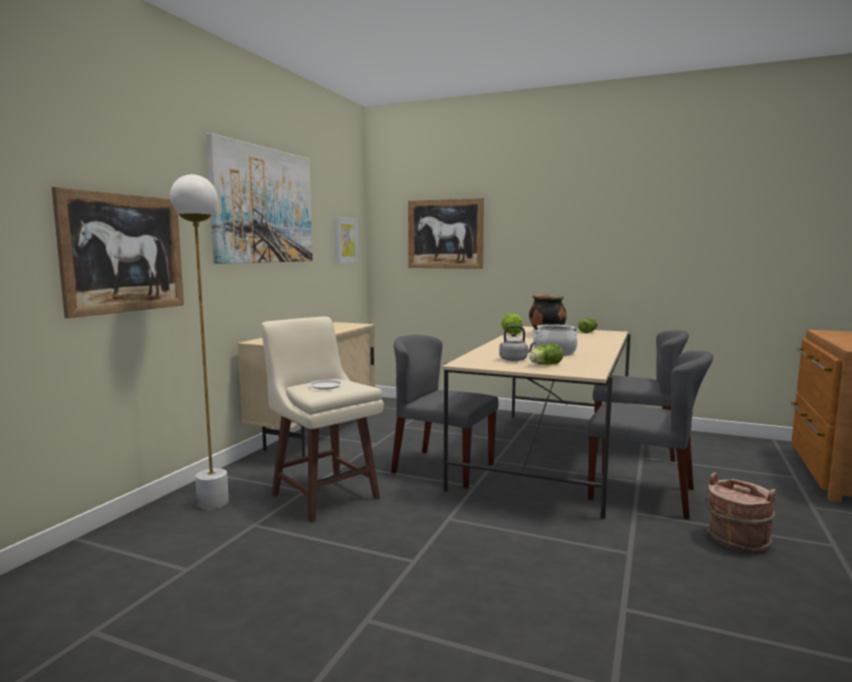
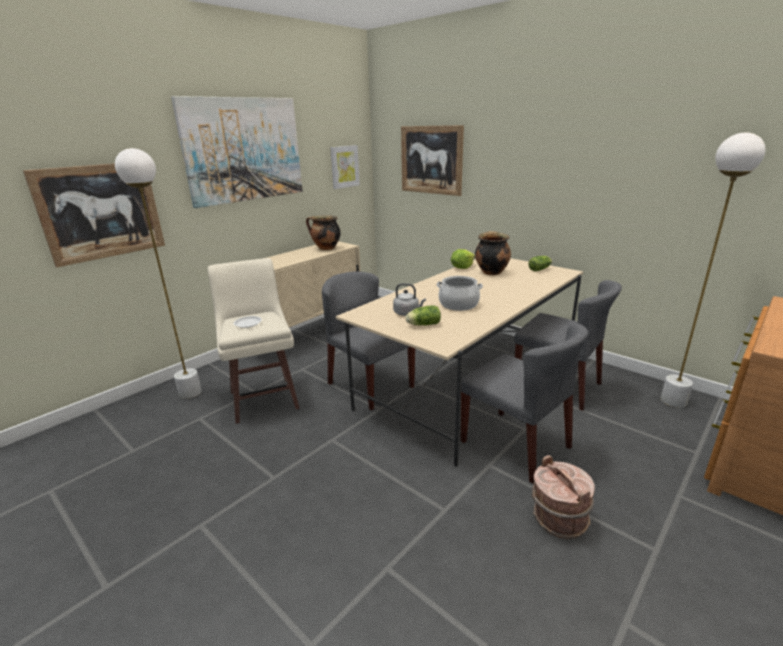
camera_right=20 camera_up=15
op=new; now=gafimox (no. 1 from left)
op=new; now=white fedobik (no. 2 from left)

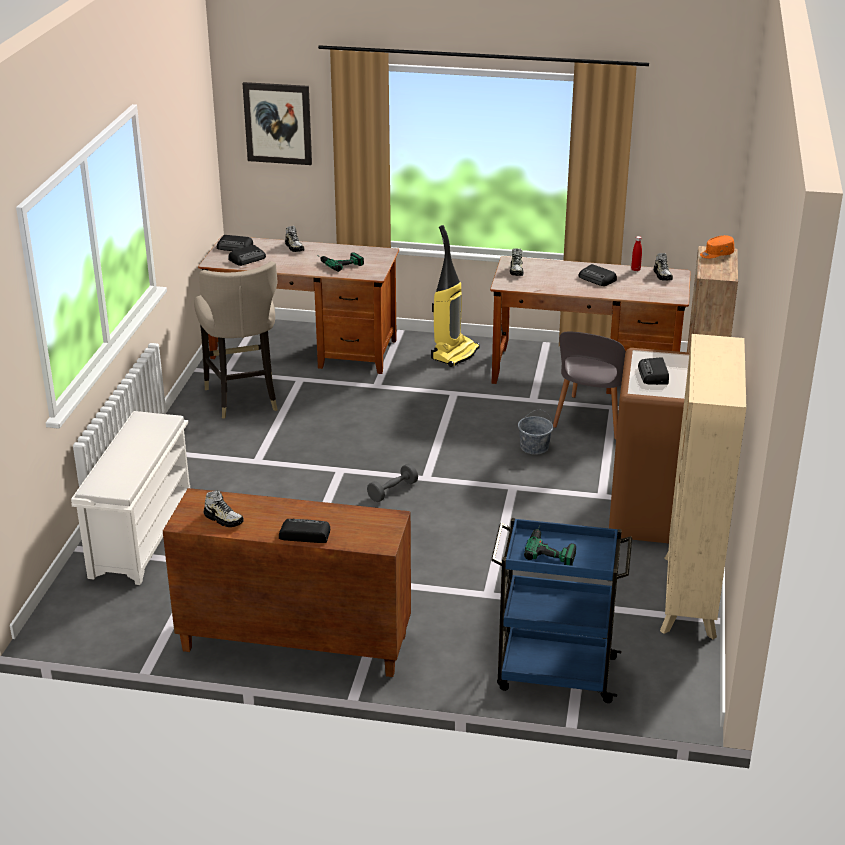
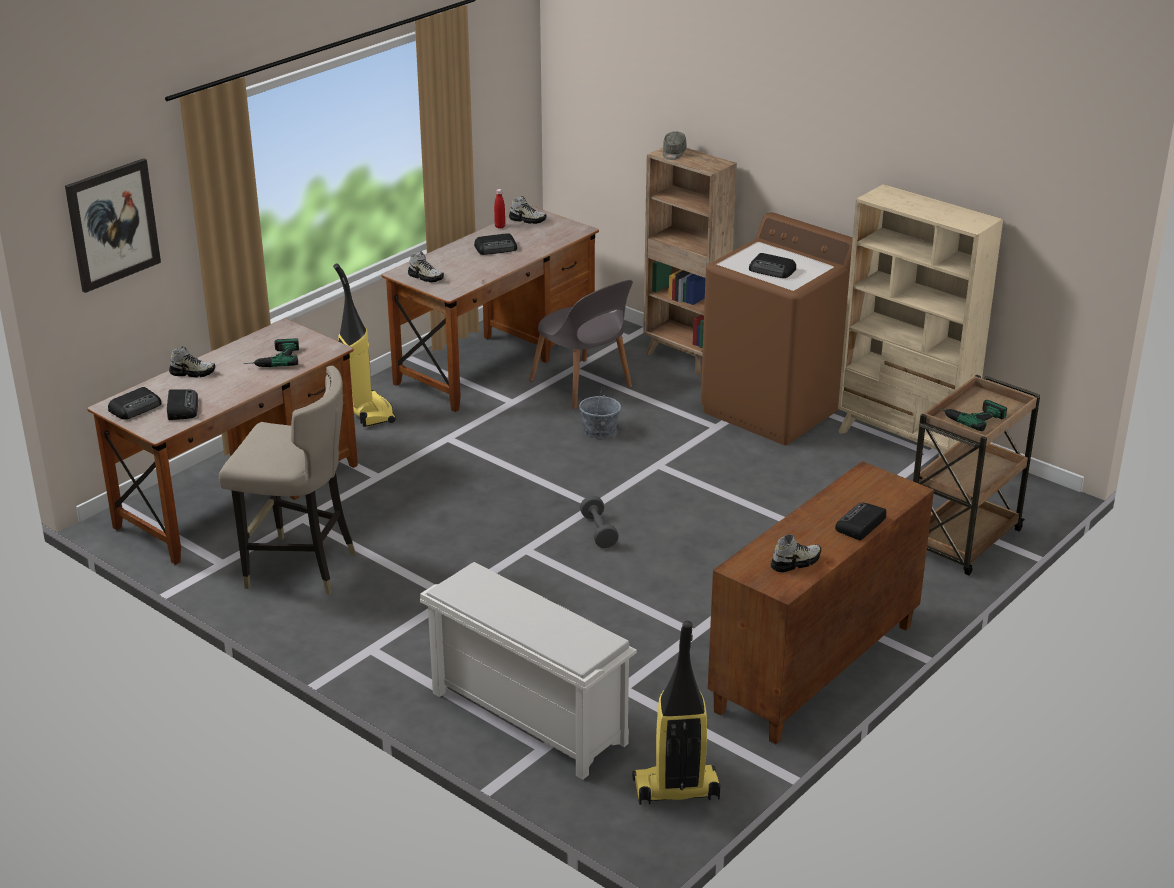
camera_right=-60 camera_up=0
op=repainted; was=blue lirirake; now=brown lirirake
op=repainted; was=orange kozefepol; now=grey kozefepol
op=new; now=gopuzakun (no. 2 from left)

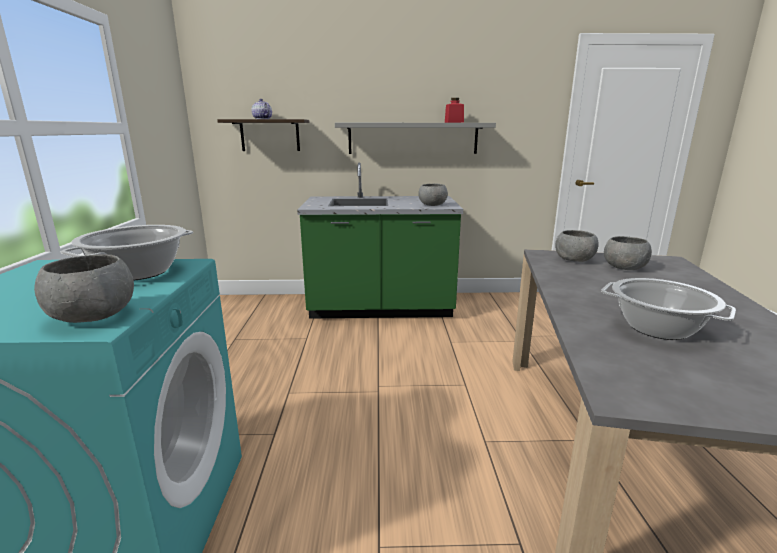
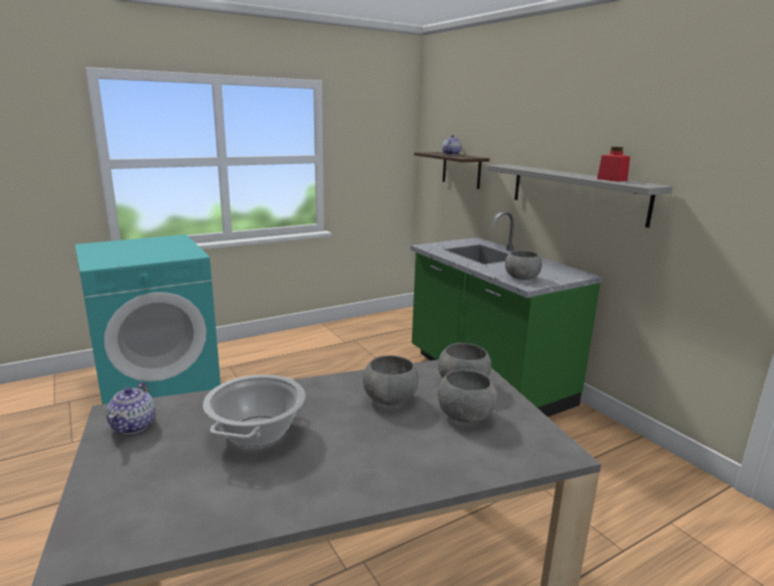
camera_right=60 camera_up=0
op=shifted; was=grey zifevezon (no. 1 from left)
op=gone; was=gafimox (no. 1 from left)
op=new; now=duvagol (no. 1 from left)

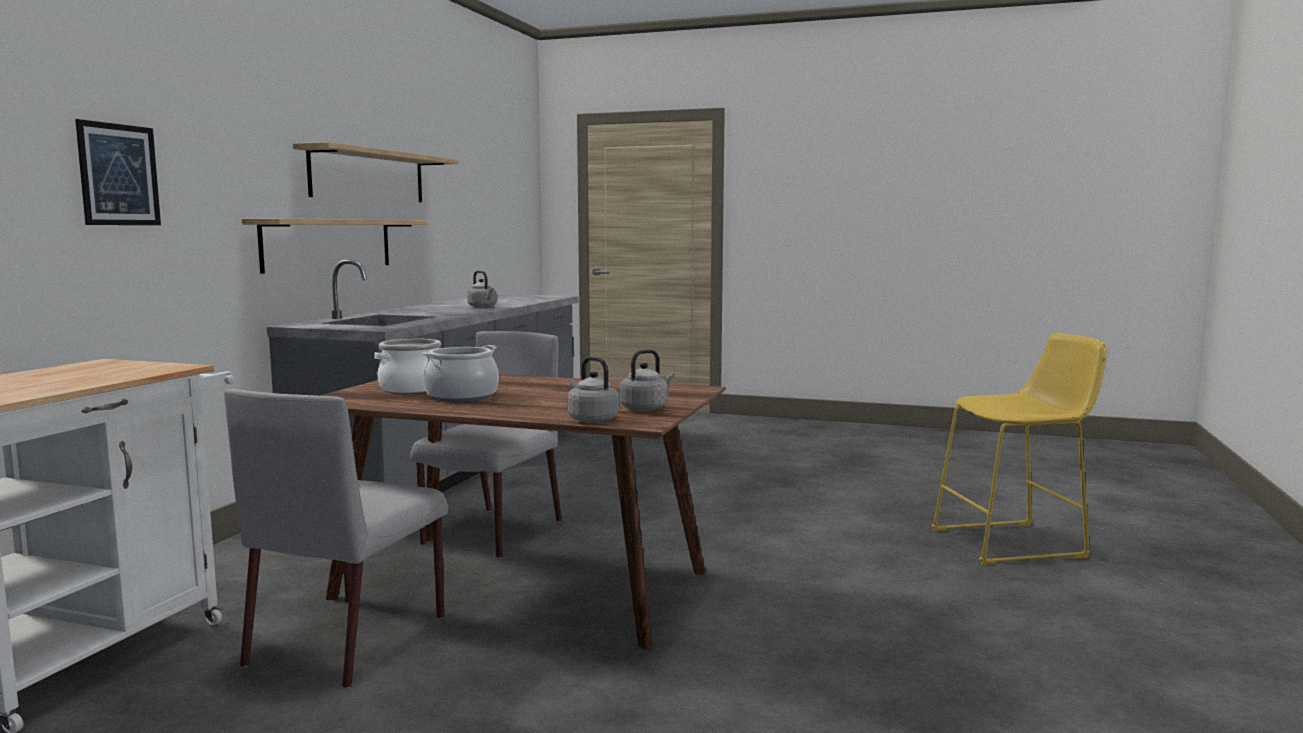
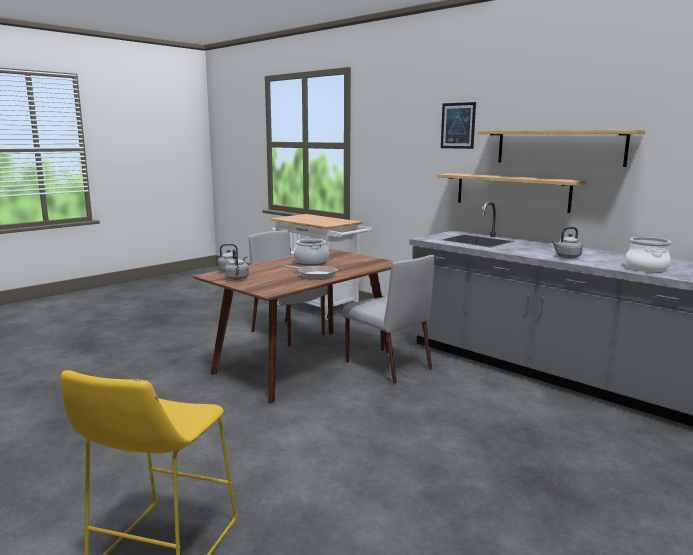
camera_right=115 camera_up=5
op=shifted; was=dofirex
op=shifted; was=gafimox (no. 1 from left in the first image); now=gafimox (no. 2 from left)
op=new; now=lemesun

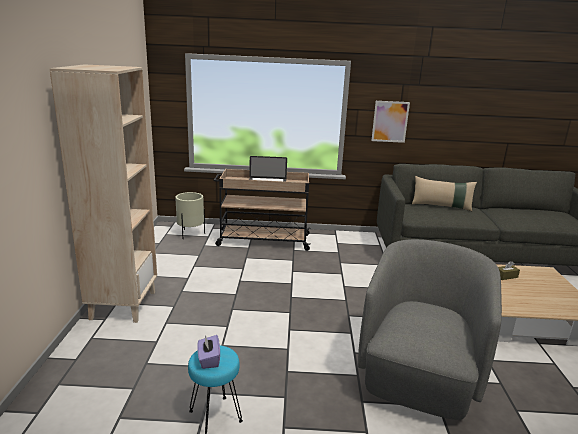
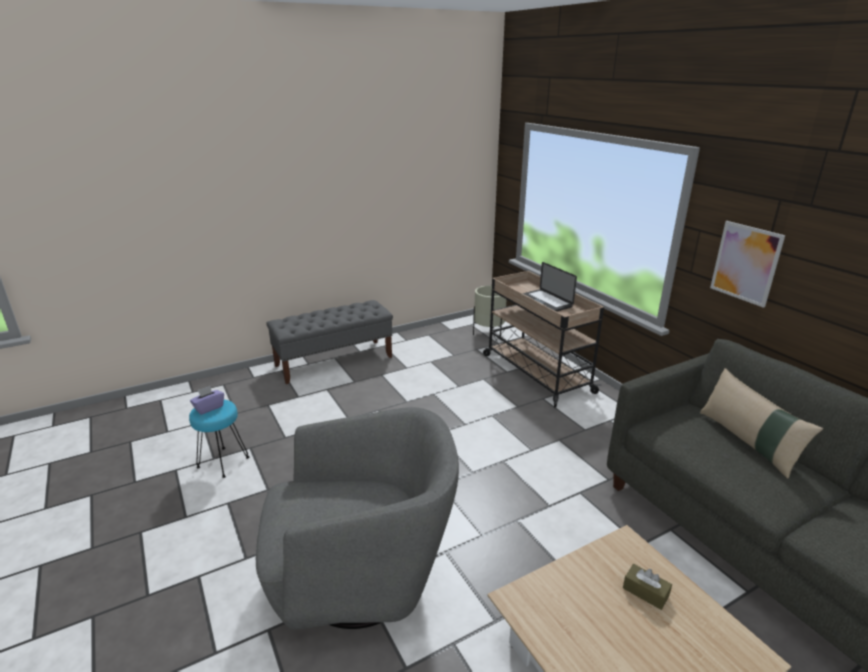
camera_right=60 camera_up=5
op=swapped; was=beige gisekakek; now=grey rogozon

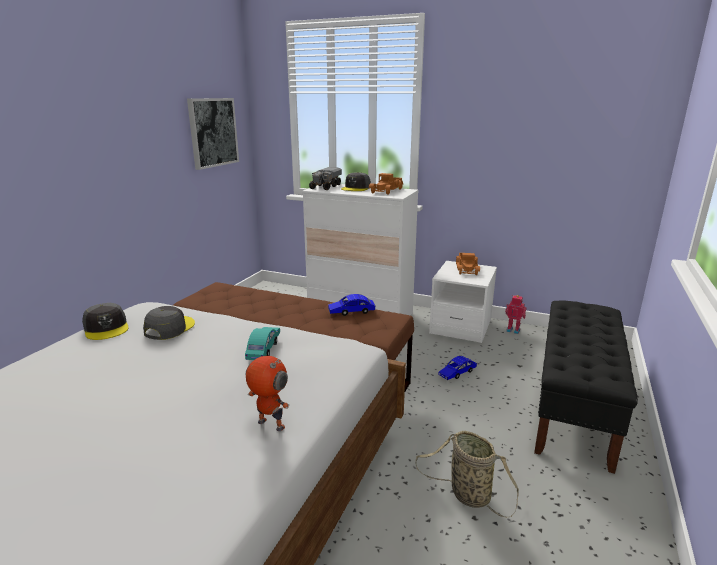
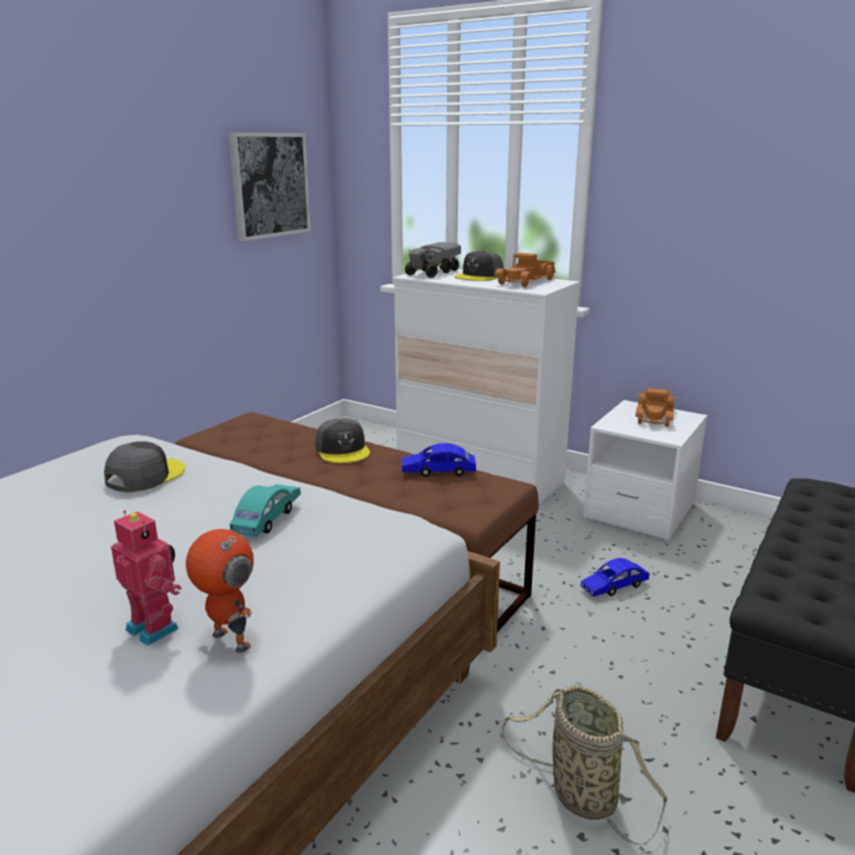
camera_right=10 camera_up=0
op=shifted; was=grey kozefepol (no. 1 from left in the first image); now=grey kozefepol (no. 2 from left)
op=shifted; was=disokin (no. 2 from left in the first image); now=disokin (no. 1 from left)

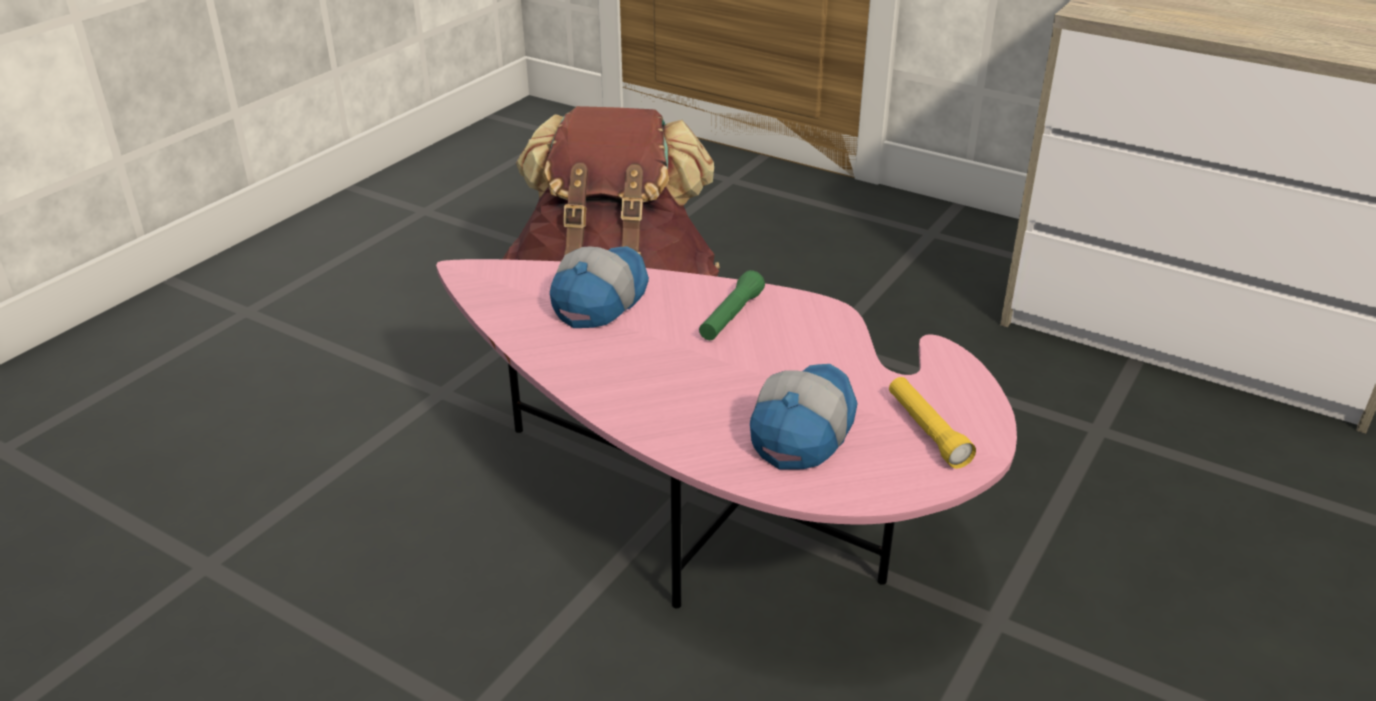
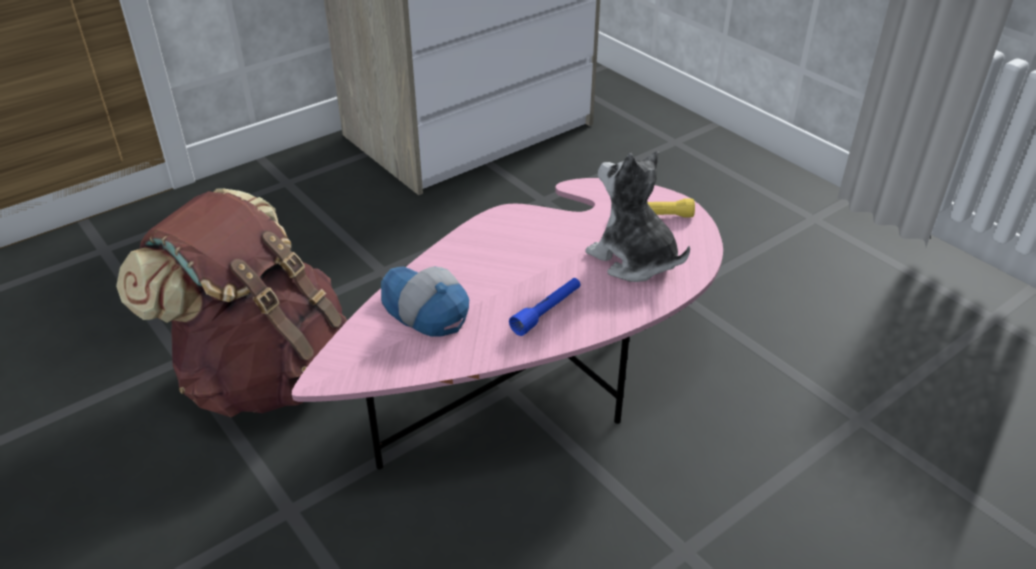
camera_right=-70 camera_up=5
op=gone; was=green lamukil
op=swapped; was=kozefepol (no. 2 from left); now=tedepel
op=new; now=blue lamukil

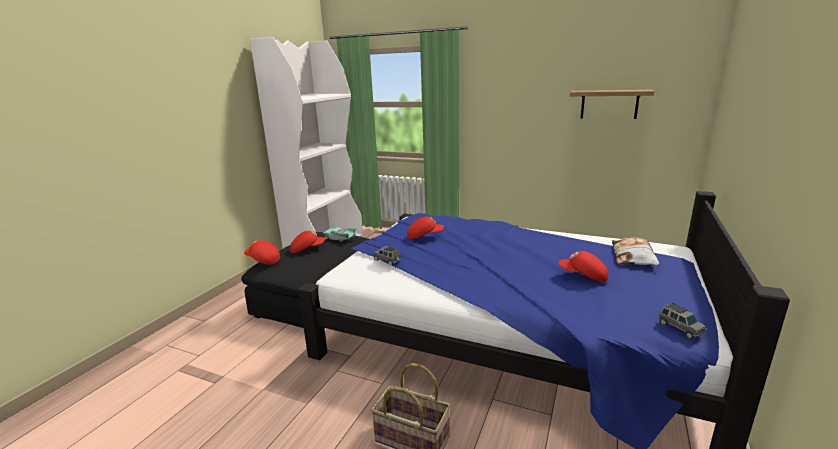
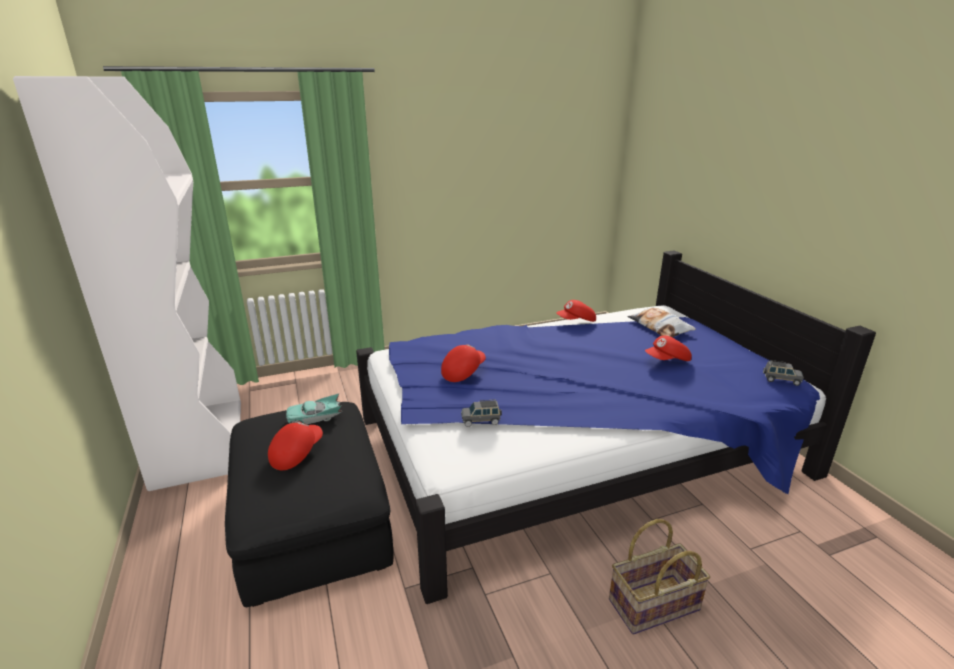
camera_right=-45 camera_up=5
op=shifted; was=red kozefepol (no. 1 from left in the first image); now=red kozefepol (no. 3 from left)
op=gone; was=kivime

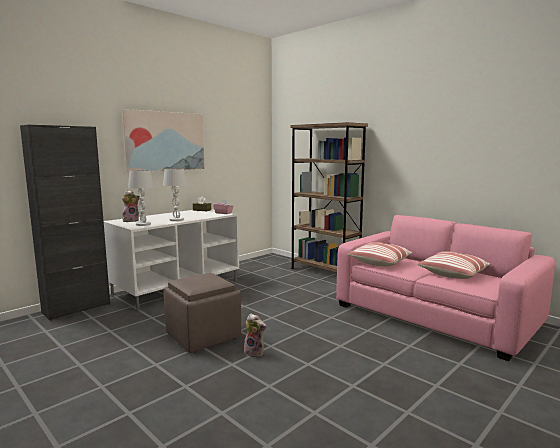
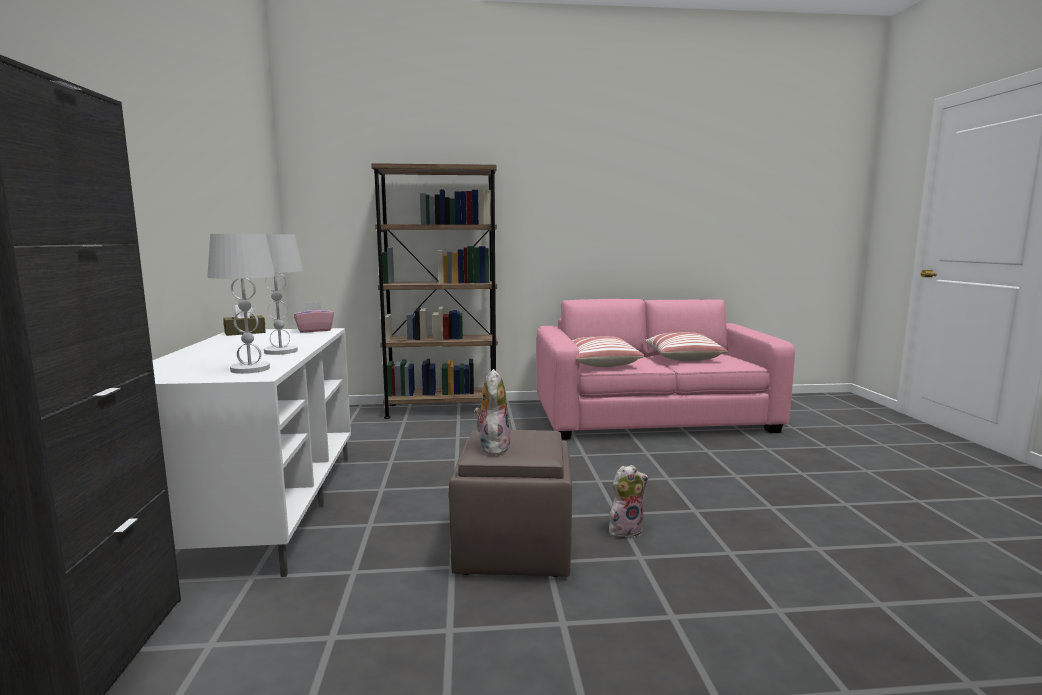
camera_right=-50 camera_up=0
op=gone; was=dofirex
op=shifted; was=tedepel (no. 1 from left)

